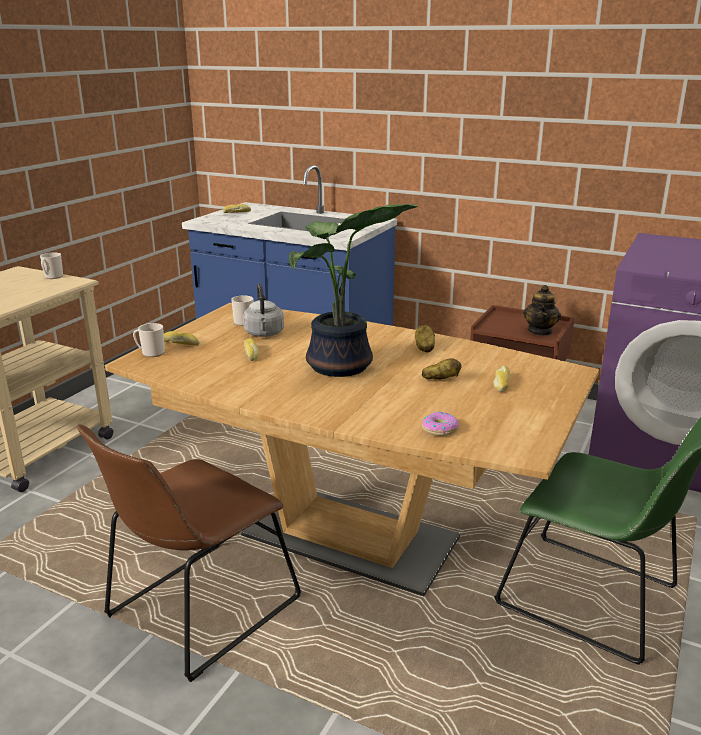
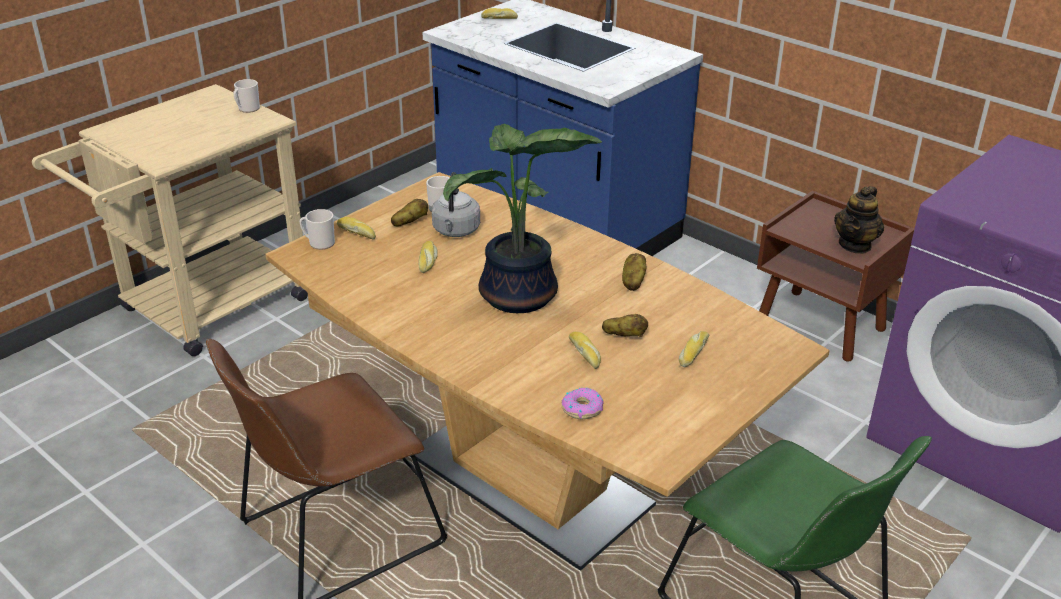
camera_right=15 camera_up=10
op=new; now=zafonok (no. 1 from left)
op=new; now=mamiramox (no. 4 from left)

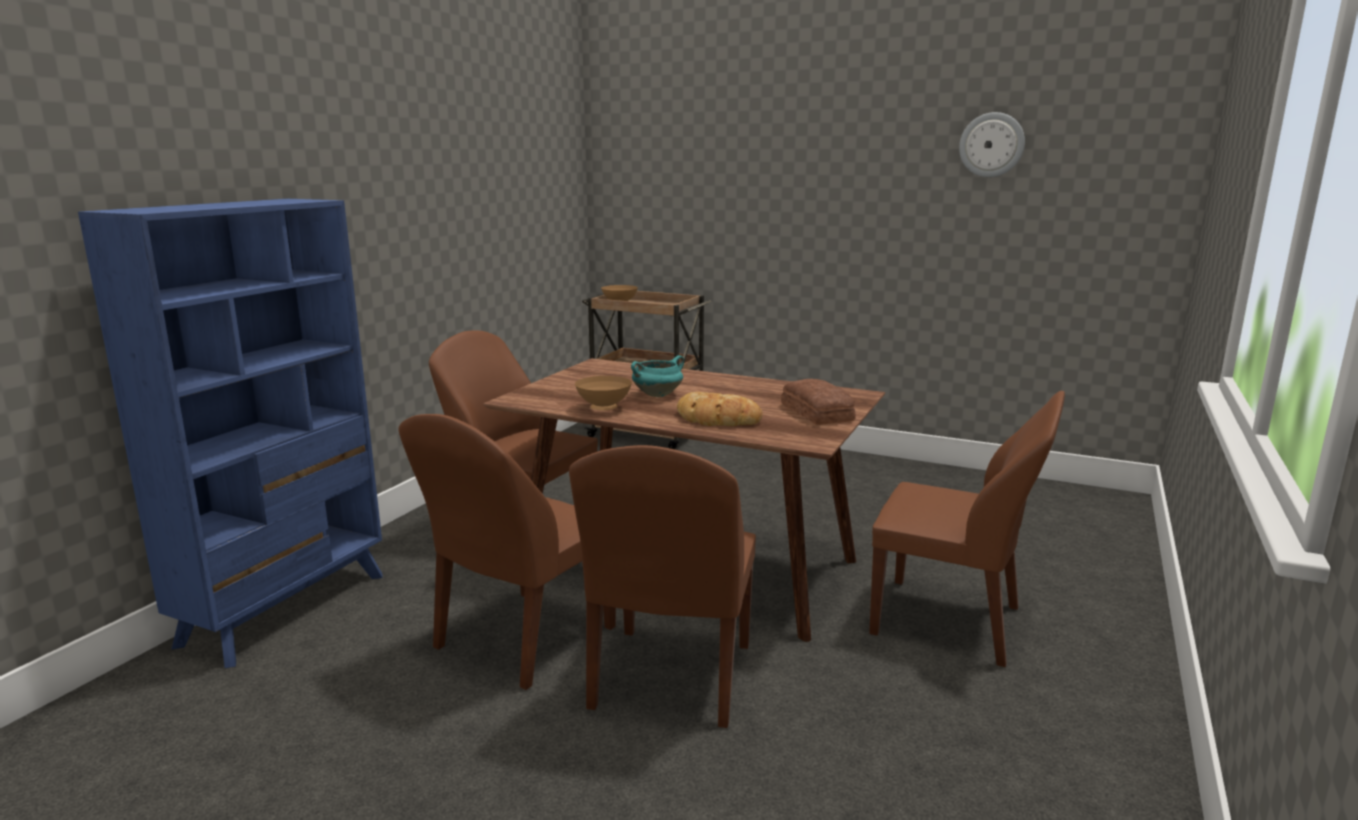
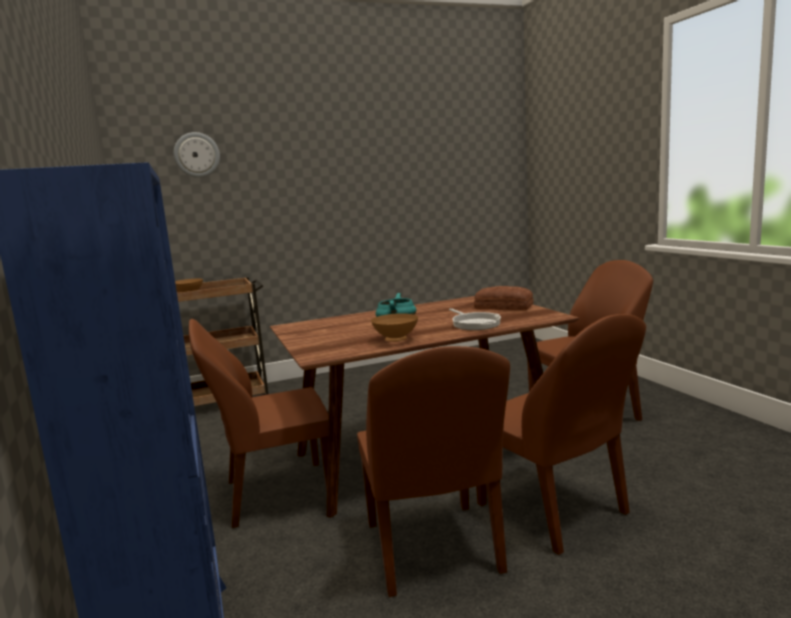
camera_right=-45 camera_up=-5
op=swapped; was=mamiramox (no. 1 from left); now=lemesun
op=shifted; was=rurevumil

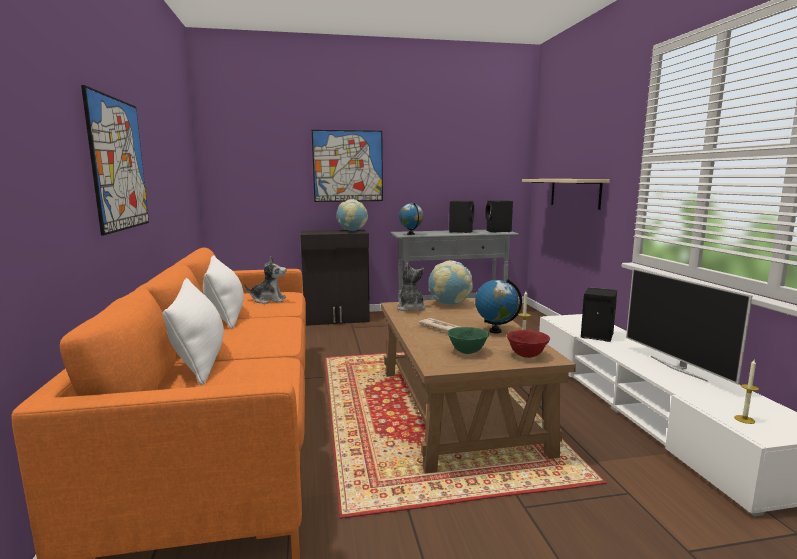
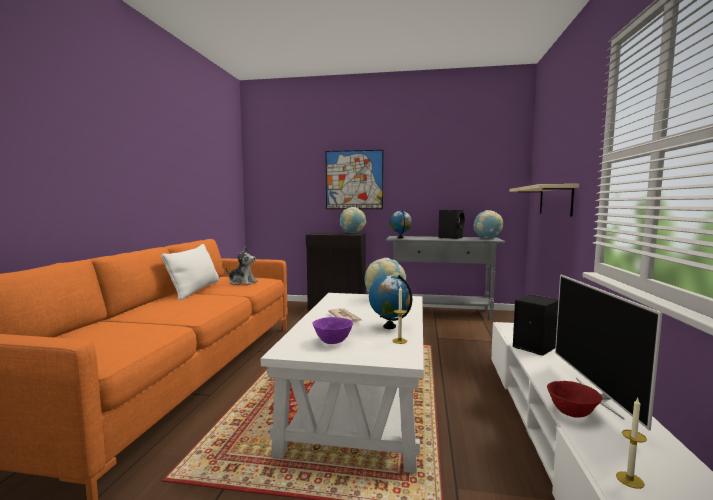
camera_right=20 camera_up=-5
op=gone; was=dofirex (no. 1 from left)
op=gone; was=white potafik (no. 1 from left)
op=repainted; was=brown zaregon; now=white zaregon
op=gone; was=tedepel (no. 2 from left)
op=repainted; was=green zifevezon; now=purple zifevezon
op=swapped; was=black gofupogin (no. 2 from left); now=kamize (no. 5 from left)
op=shifted; was=red zifevezon

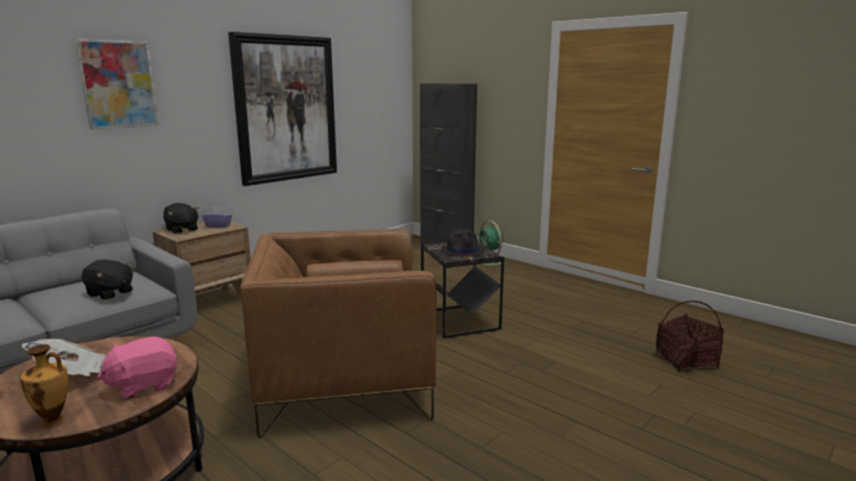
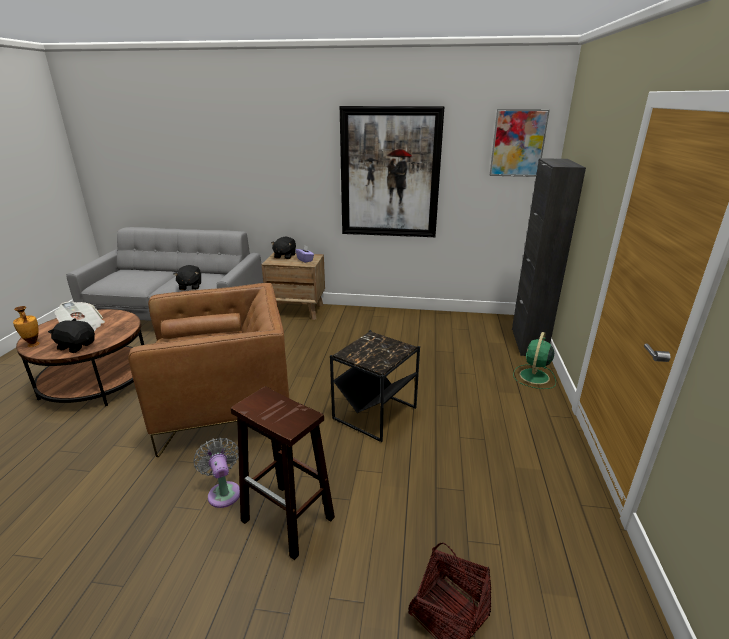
camera_right=55 camera_up=10
op=shifted; was=dofirex (no. 1 from left in the first image); now=dofirex (no. 2 from left)
op=repainted; was=pink tedepel; now=black tedepel (no. 1 from left)
op=rotated; was=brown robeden; clockwise=120
op=gone; was=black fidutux
op=new; now=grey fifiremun
op=new; now=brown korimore

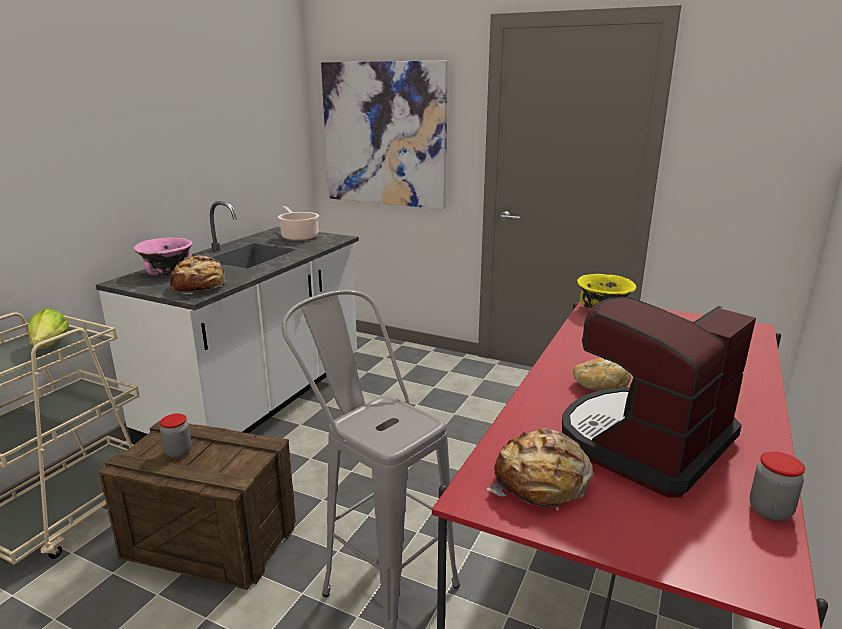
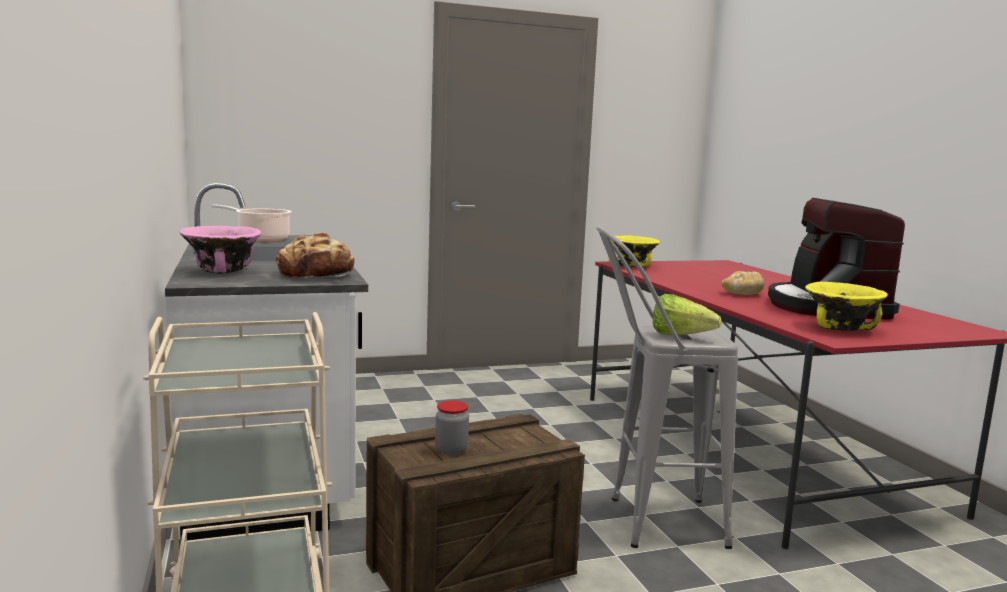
camera_right=-45 camera_up=-10
op=shifted; was=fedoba
op=gone; was=dofirex
op=swapped; was=mamiramox (no. 2 from left); now=yellow zifevezon (no. 2 from left)
op=gone; was=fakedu (no. 2 from left)

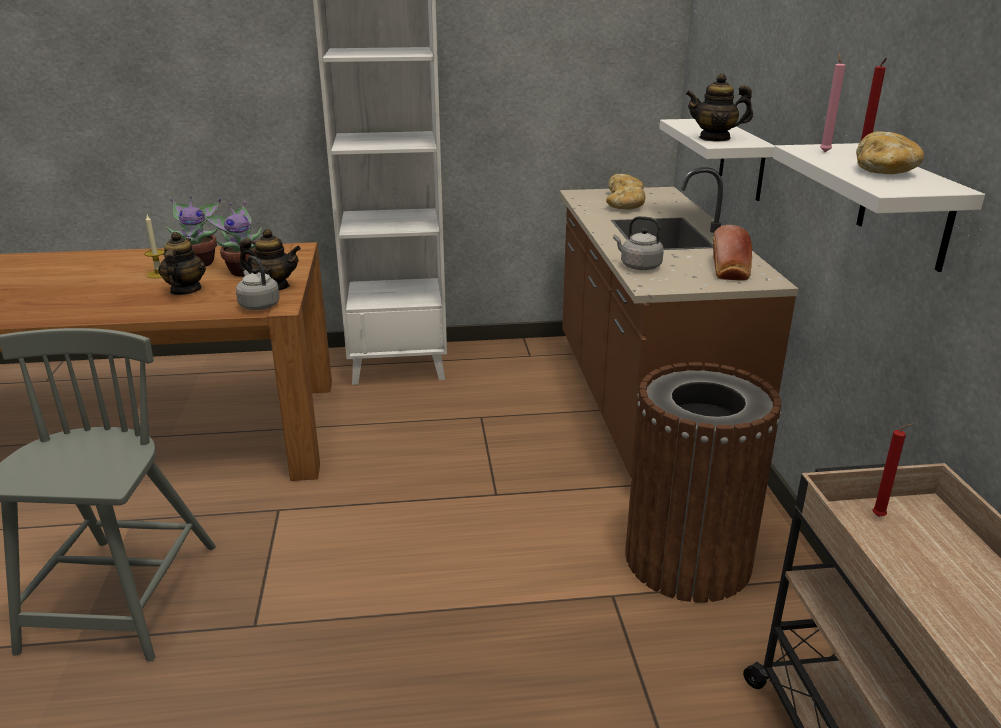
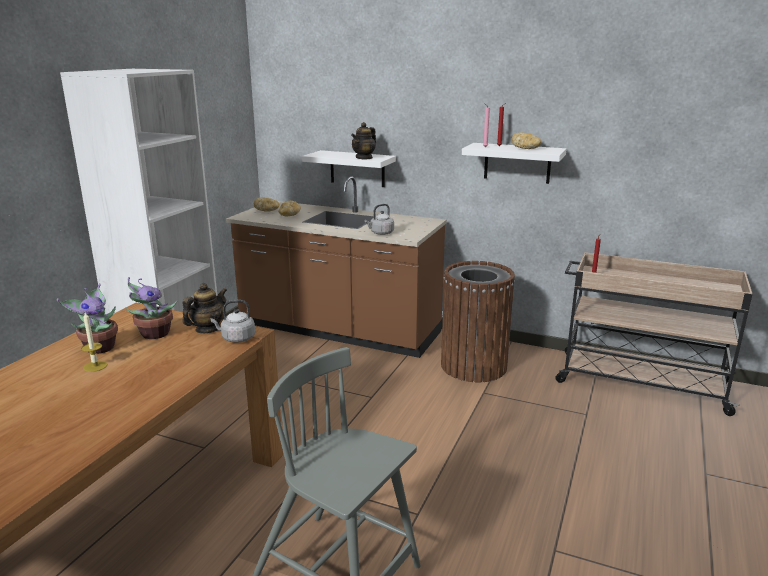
camera_right=-60 camera_up=-5
op=gone; was=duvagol (no. 1 from left)
op=gone; was=mamiramox (no. 3 from left)

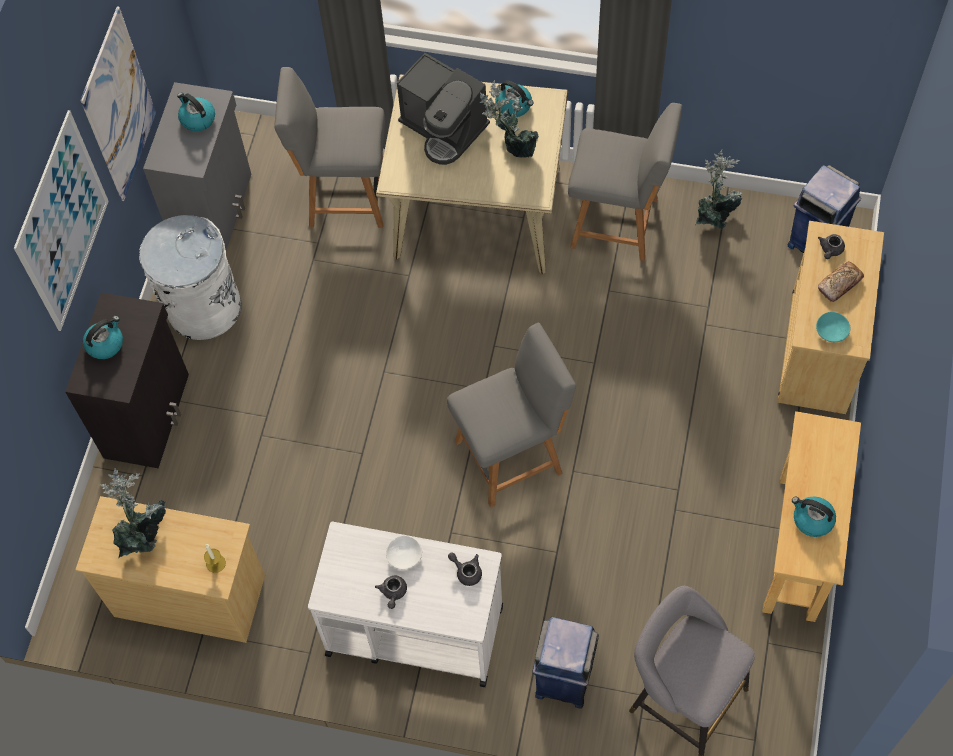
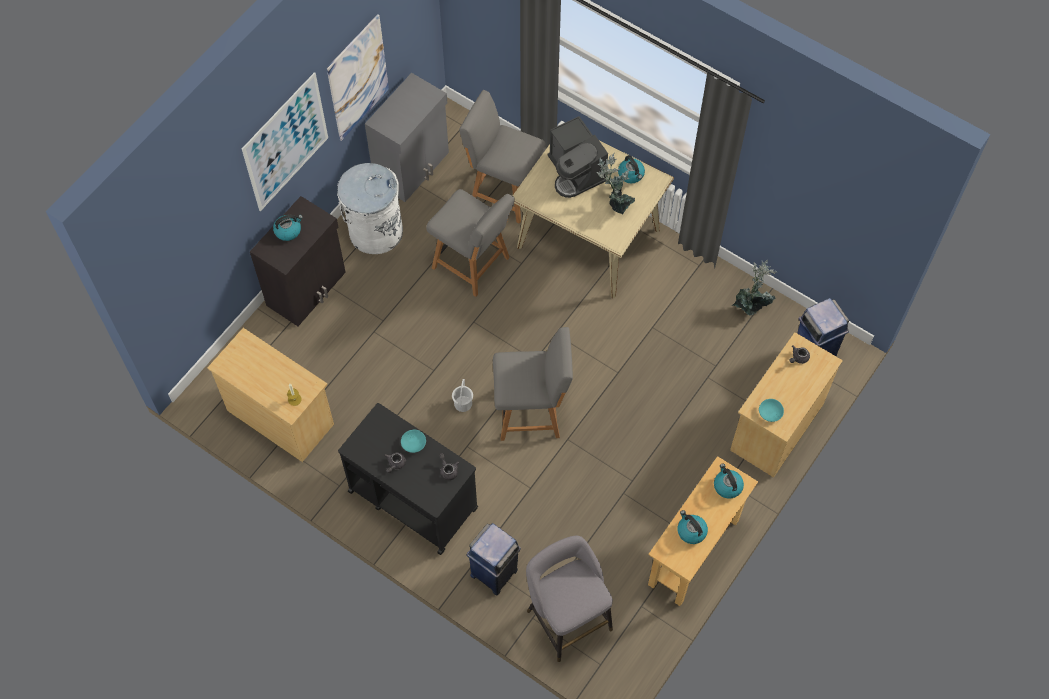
camera_right=20 camera_up=0
op=gone; was=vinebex (no. 1 from left)
op=shifted; was=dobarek (no. 2 from left in the first image); now=dobarek (no. 4 from left)
op=repainted; was=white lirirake; now=black lirirake
op=repainted; was=white zifevezon; now=turquoise zifevezon (no. 1 from left)
op=shifted; was=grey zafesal (no. 3 from left in the first image); now=grey zafesal (no. 1 from left)
op=gone; was=mamiramox
op=new; now=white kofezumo

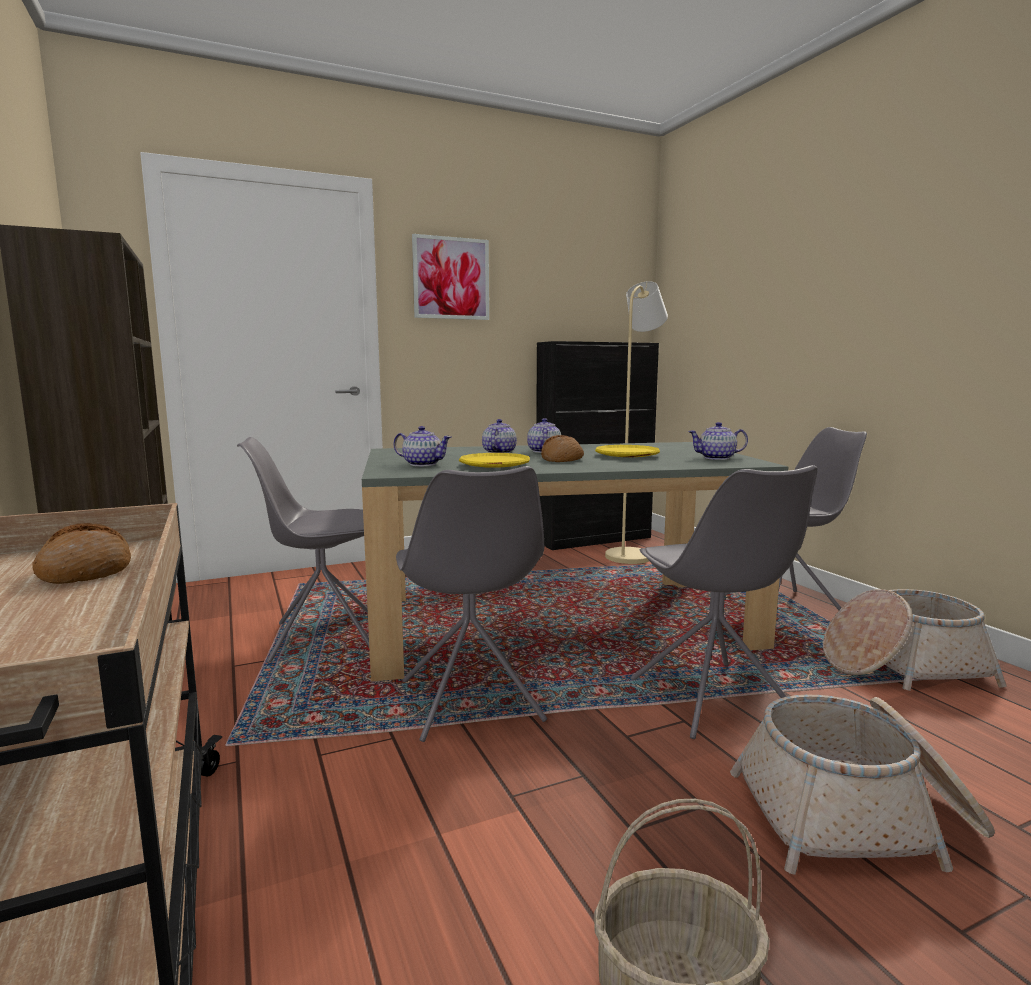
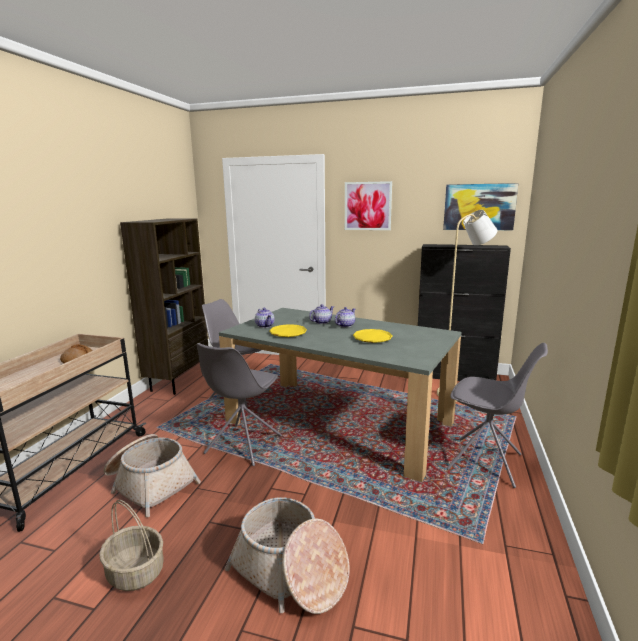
camera_right=40 camera_up=5
op=gone; was=mamiramox (no. 2 from left)
op=gone; was=grey zafesal (no. 3 from left)
op=gone; was=duvagol (no. 4 from left)
op=shifted; was=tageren (no. 3 from left in the first image); now=tageren (no. 2 from left)
op=new; now=dofirex (no. 2 from left)

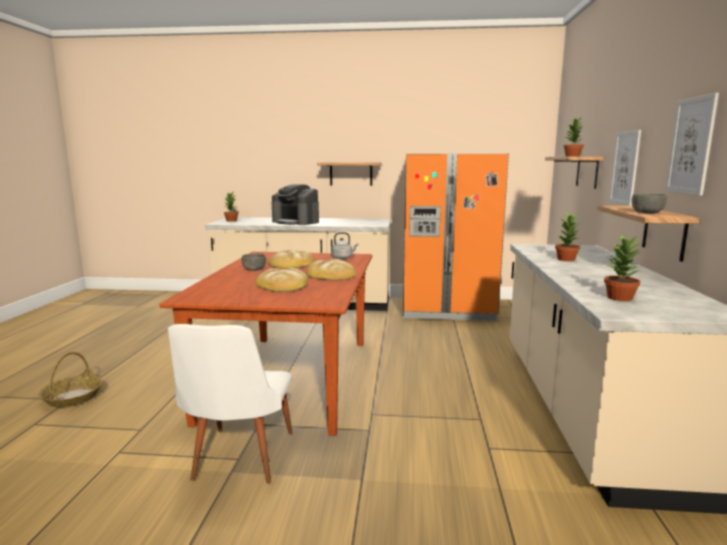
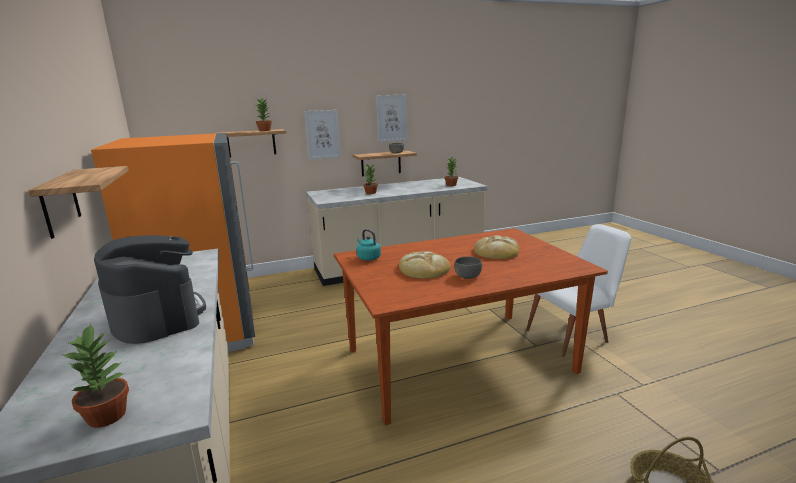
camera_right=-115 camera_up=5
op=rotated; was=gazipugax; clockwise=-45
op=gone; was=mamiramox (no. 3 from left)
op=repainted; was=grey dobarek; now=turquoise dobarek

